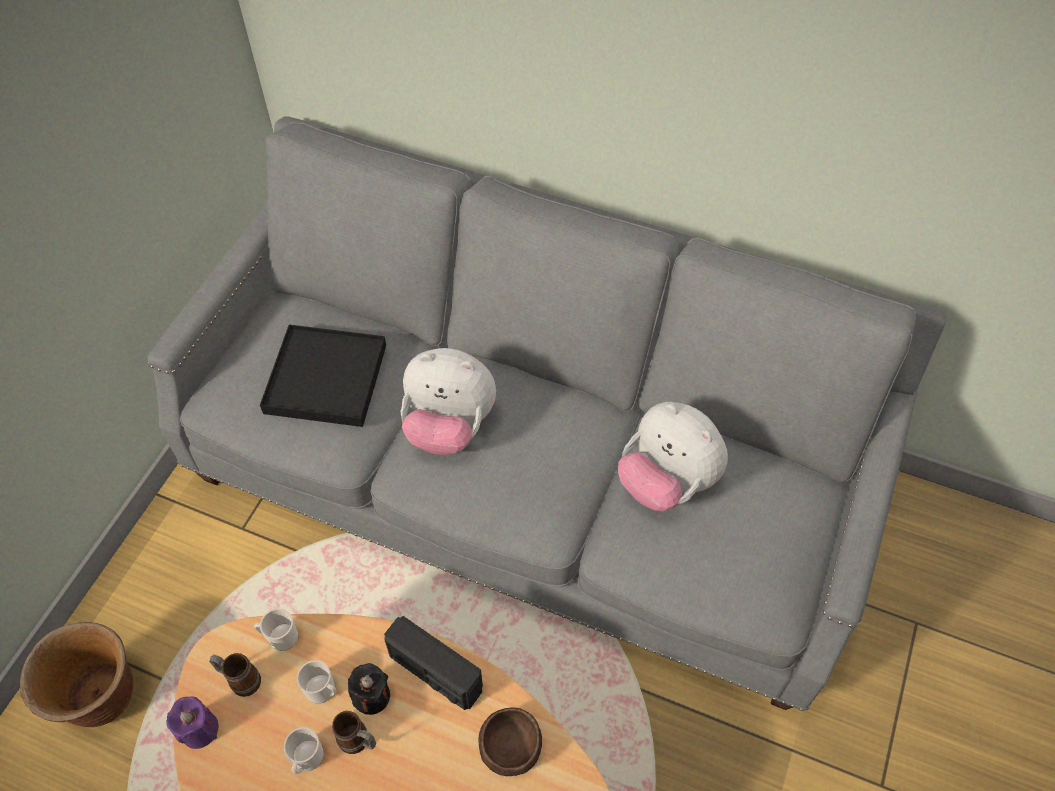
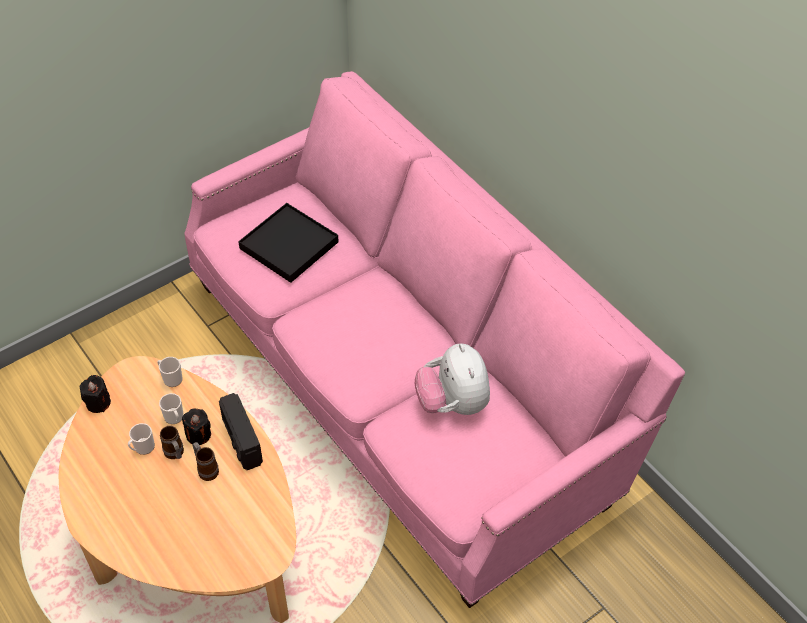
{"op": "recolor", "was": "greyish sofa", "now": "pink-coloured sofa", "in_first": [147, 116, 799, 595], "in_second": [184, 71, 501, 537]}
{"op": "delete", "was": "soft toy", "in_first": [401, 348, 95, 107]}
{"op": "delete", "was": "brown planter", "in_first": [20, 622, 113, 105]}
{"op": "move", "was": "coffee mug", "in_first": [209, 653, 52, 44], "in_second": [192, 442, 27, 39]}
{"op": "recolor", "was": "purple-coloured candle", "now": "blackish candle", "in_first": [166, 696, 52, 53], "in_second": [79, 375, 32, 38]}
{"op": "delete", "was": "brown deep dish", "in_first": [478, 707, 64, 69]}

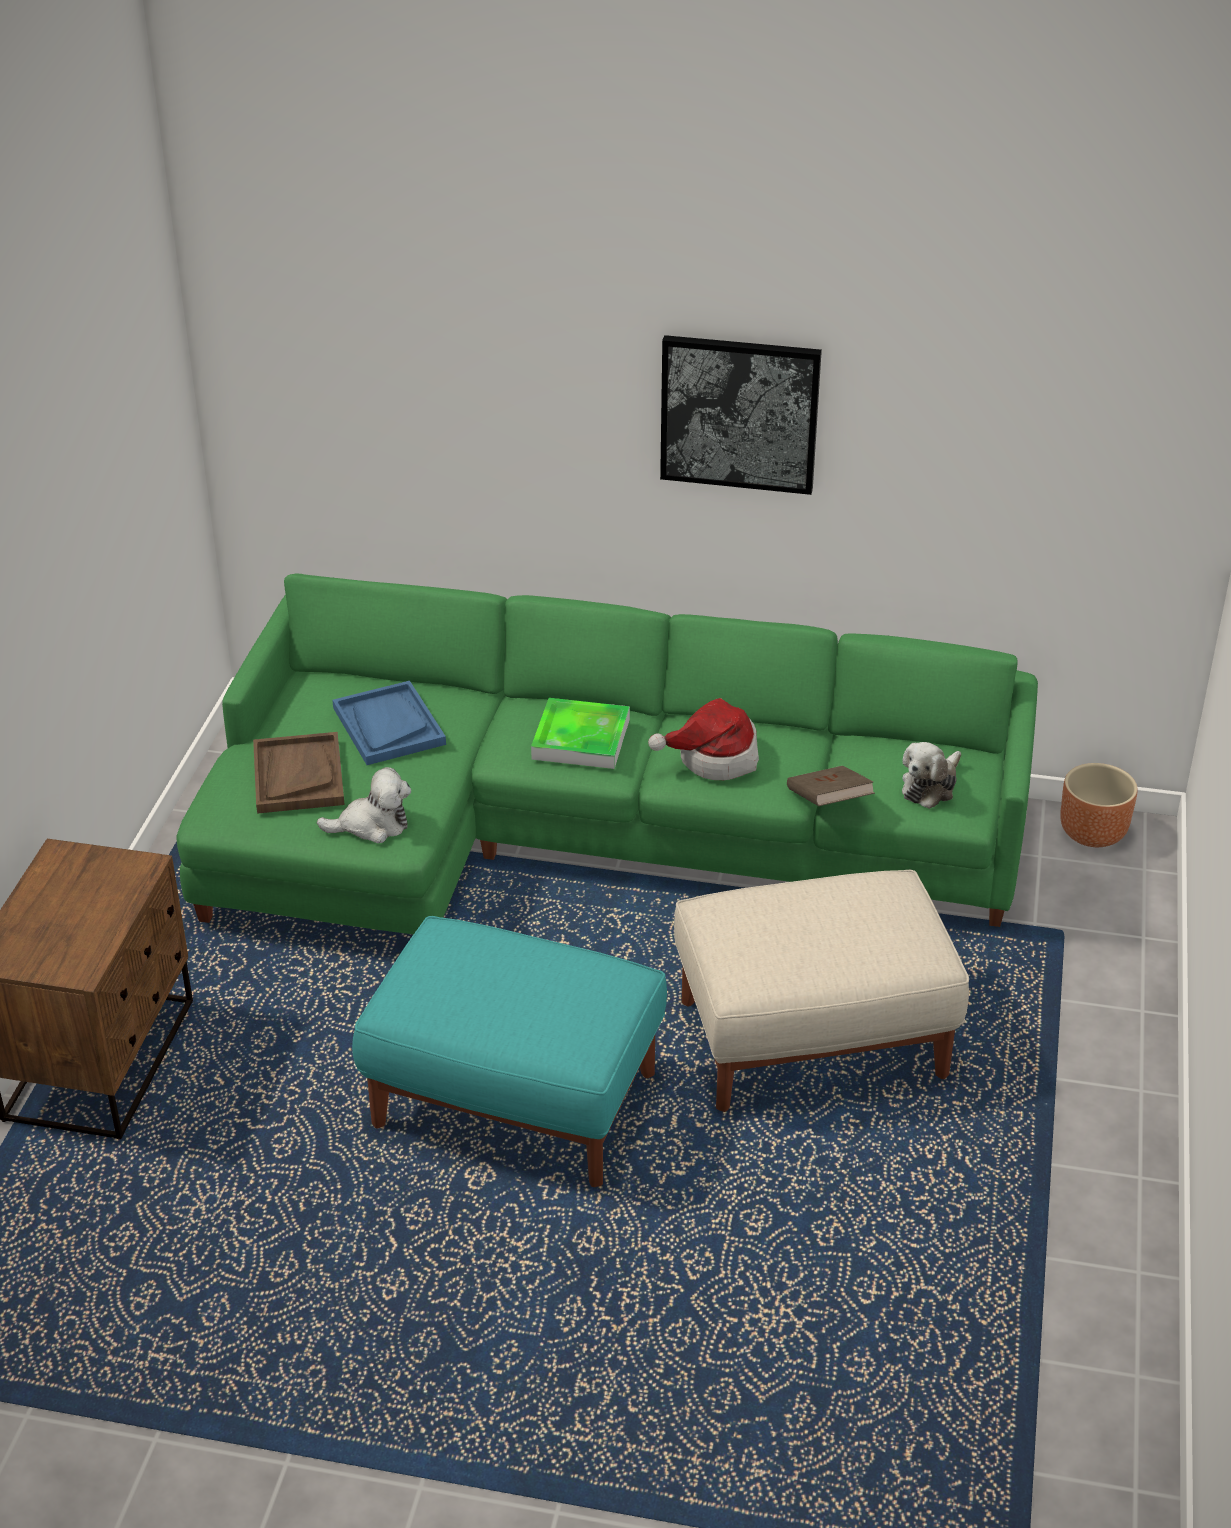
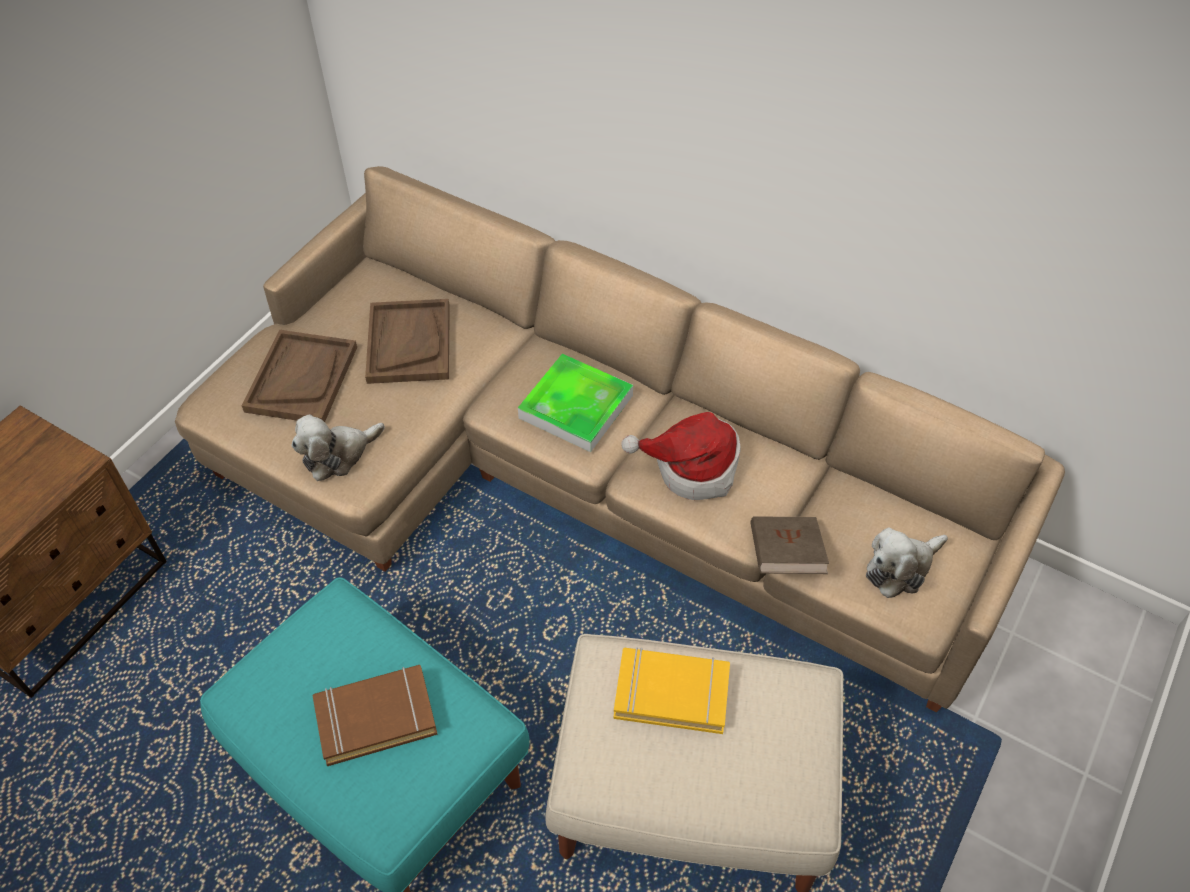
{"op": "delete", "was": "picture", "in_first": [660, 335, 162, 160]}
{"op": "recolor", "was": "greenish sofa", "now": "beige sofa", "in_first": [177, 573, 861, 362], "in_second": [175, 166, 890, 546]}
{"op": "recolor", "was": "blue serving tray", "now": "brown serving tray", "in_first": [332, 681, 114, 84], "in_second": [365, 299, 85, 85]}
{"op": "delete", "was": "brown planter", "in_first": [1060, 763, 77, 84]}
{"op": "rotate", "was": "soft toy", "in_first": [317, 767, 94, 76], "in_second": [292, 414, 93, 67], "clockwise": 135}
{"op": "insert", "now": "yellowish book", "in_second": [613, 647, 117, 87]}
{"op": "insert", "now": "brown book", "in_second": [313, 665, 125, 101]}

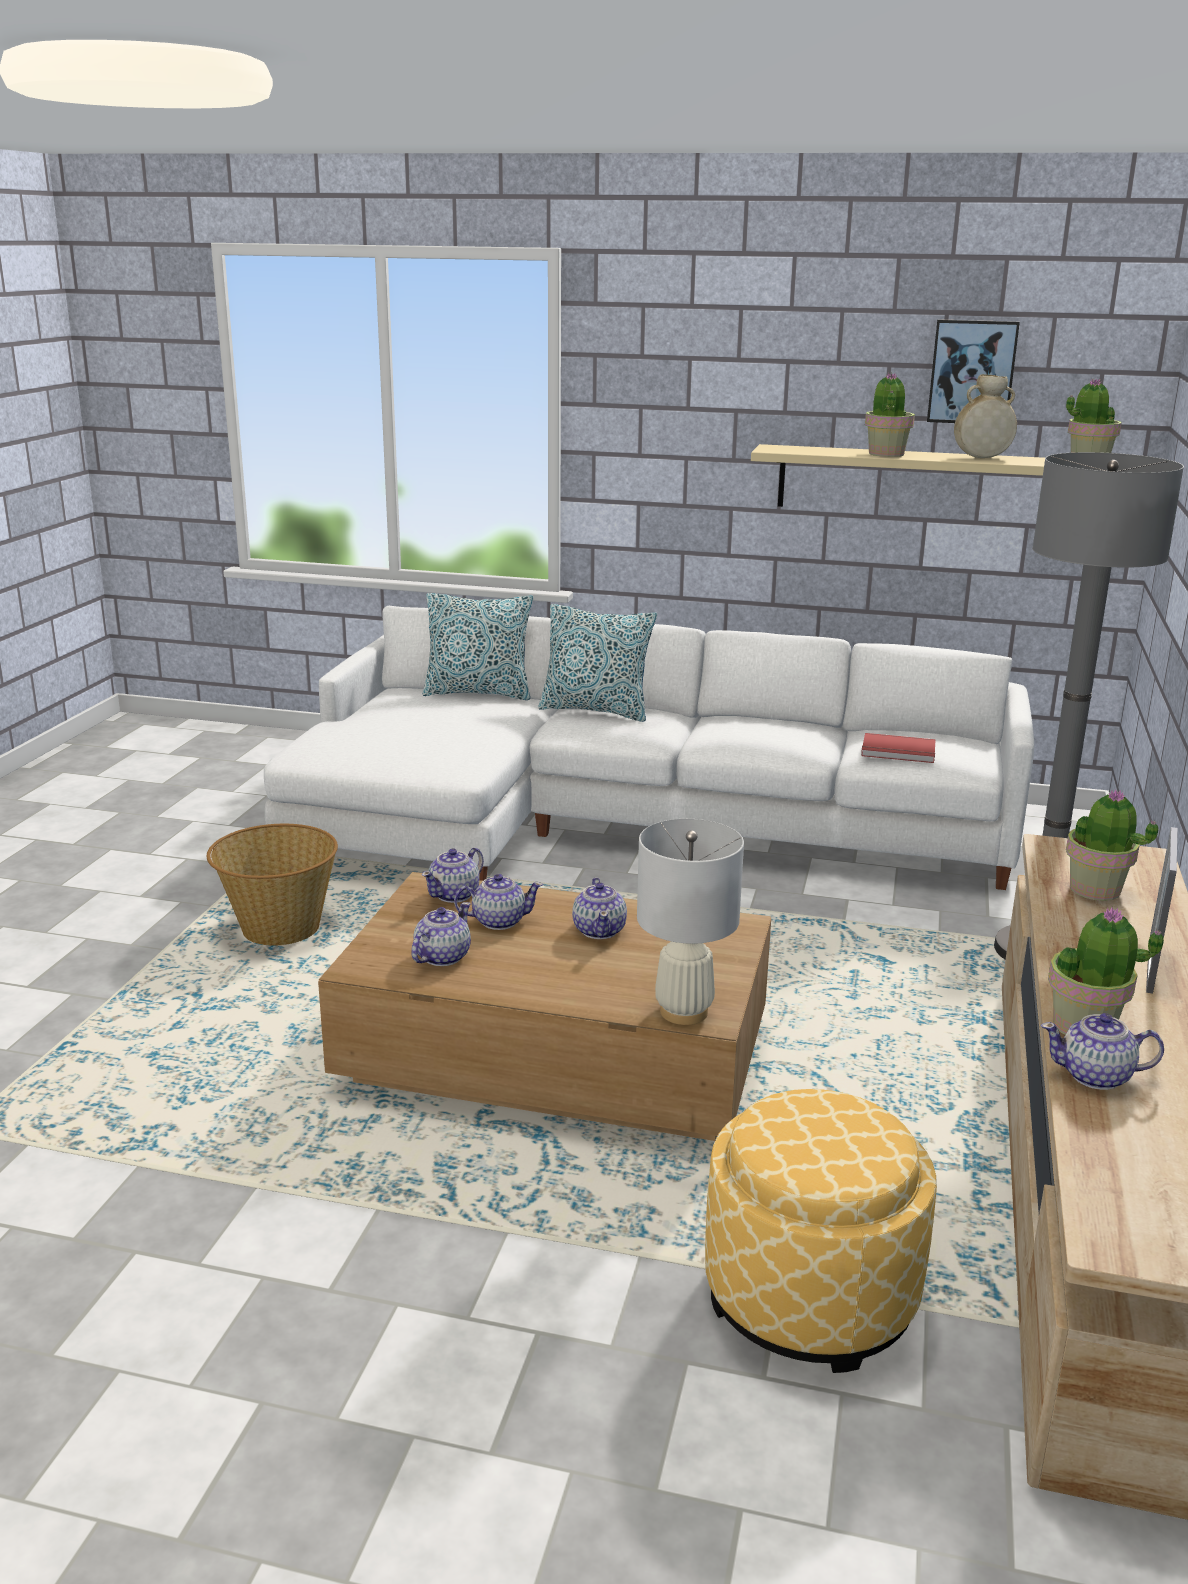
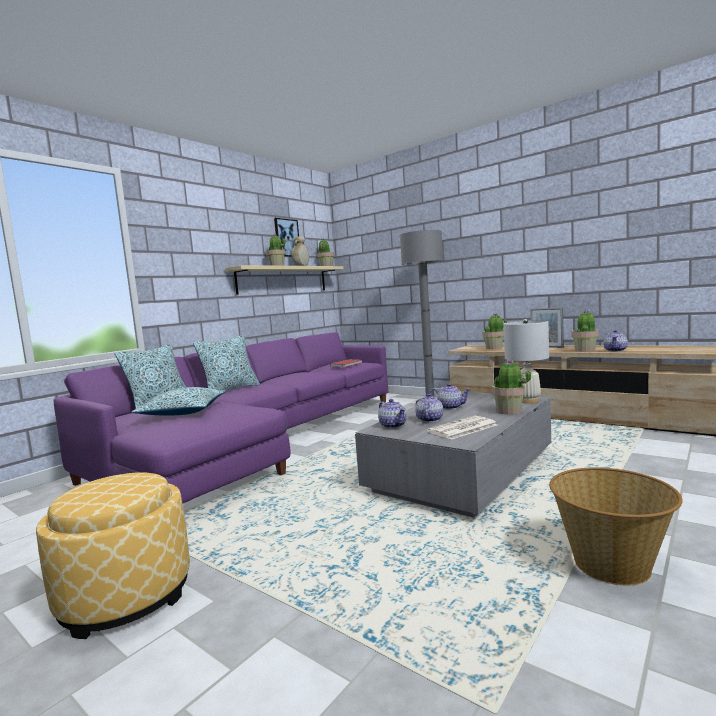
{"op": "recolor", "was": "white sofa", "now": "purple-coloured sofa", "in_first": [264, 606, 770, 284], "in_second": [53, 332, 335, 171]}
{"op": "move", "was": "household basket", "in_first": [207, 824, 131, 122], "in_second": [549, 467, 134, 118]}
{"op": "recolor", "was": "brown coffee table", "now": "greyish coffee table", "in_first": [318, 872, 453, 269], "in_second": [355, 391, 196, 127]}
{"op": "replace", "was": "tea pot", "now": "daily paper", "in_first": [411, 902, 60, 64], "in_second": [427, 416, 70, 24]}
{"op": "move", "was": "footrest", "in_first": [705, 1089, 232, 284], "in_second": [36, 472, 154, 167]}
{"op": "insert", "now": "potted plant", "in_second": [492, 360, 39, 54]}
{"op": "insert", "now": "pillow", "in_second": [131, 387, 95, 29]}

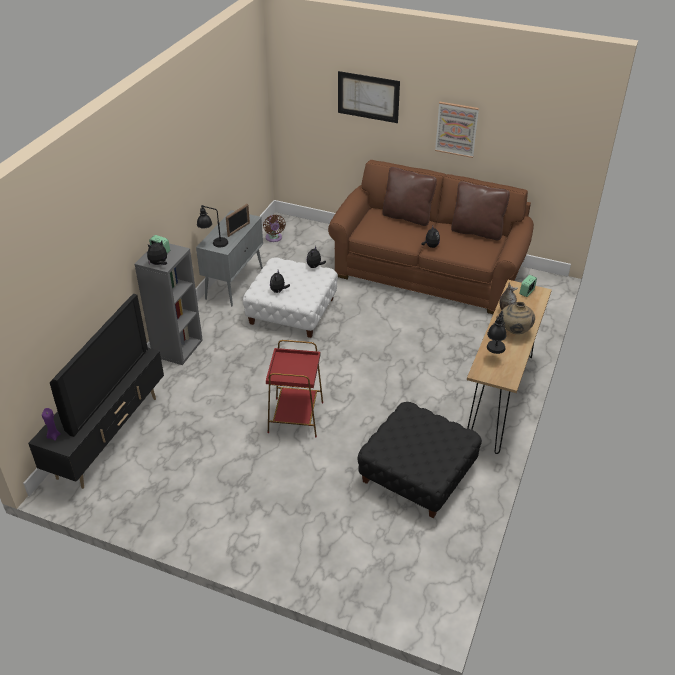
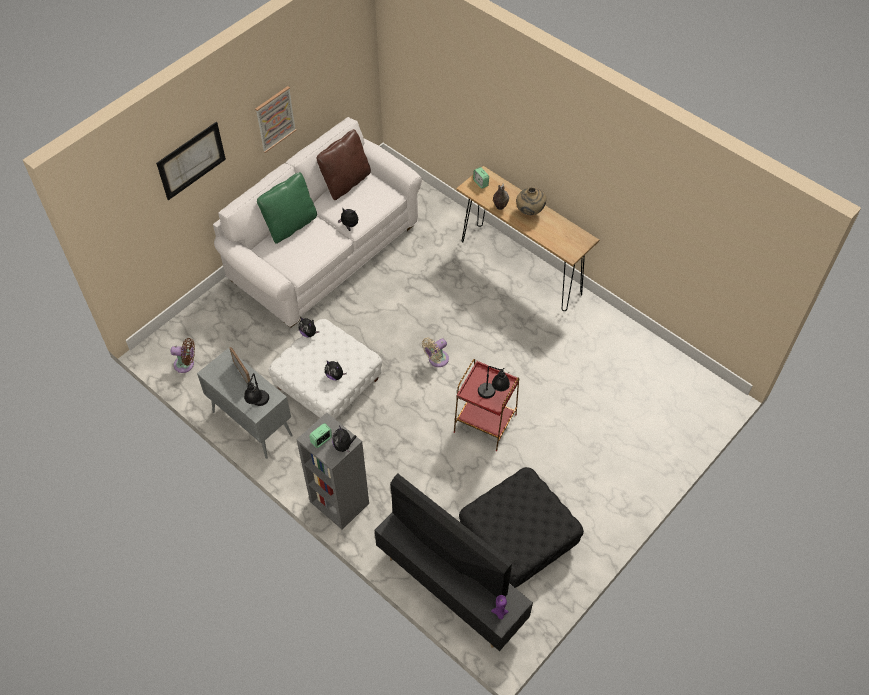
{"op": "recolor", "was": "brown sofa", "now": "white sofa", "in_first": [328, 160, 206, 154], "in_second": [213, 117, 209, 211]}
{"op": "recolor", "was": "brown pillow", "now": "greenish pillow", "in_first": [382, 167, 55, 59], "in_second": [257, 172, 60, 72]}
{"op": "move", "was": "blackish table lamp", "in_first": [487, 311, 19, 43], "in_second": [478, 366, 32, 33]}
{"op": "move", "was": "blackish footrest", "in_first": [358, 402, 124, 116], "in_second": [459, 467, 125, 121]}
{"op": "insert", "now": "beige cooling fan", "in_second": [422, 337, 27, 30]}

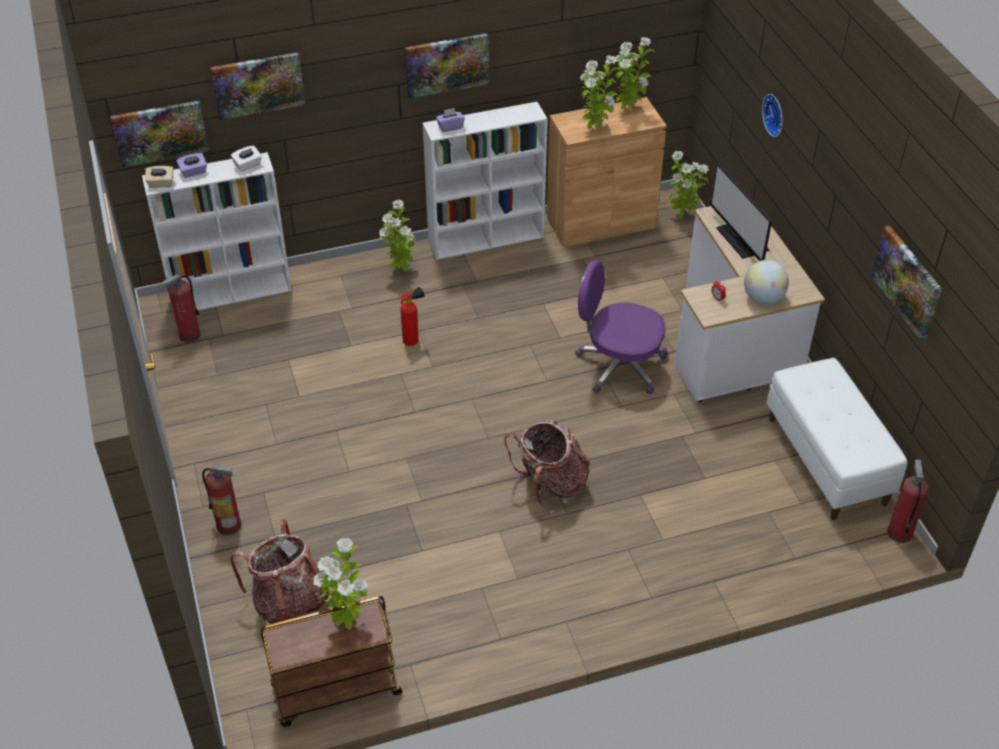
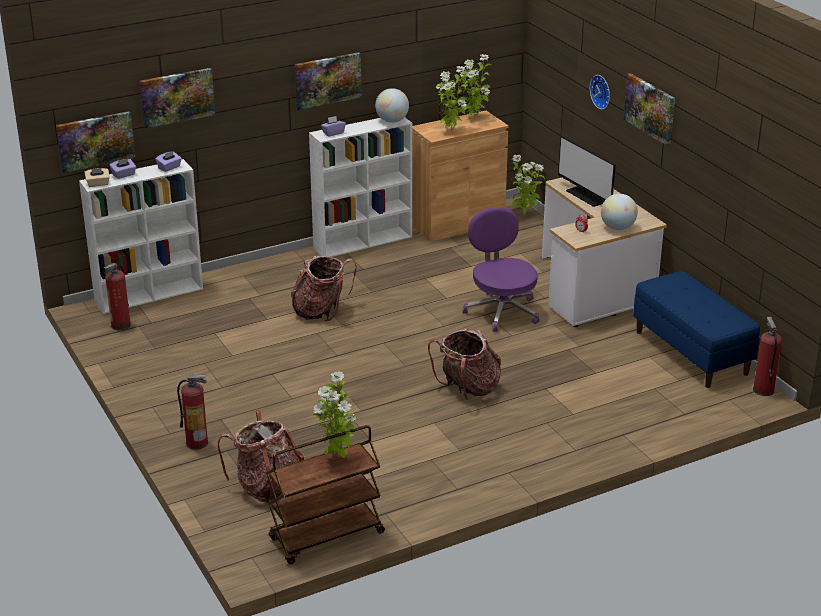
{"op": "recolor", "was": "white tissue box", "now": "purple-coloured tissue box", "in_first": [231, 146, 31, 26], "in_second": [155, 151, 27, 21]}
{"op": "delete", "was": "potted plant", "in_first": [379, 200, 36, 72]}
{"op": "move", "was": "picture", "in_first": [871, 225, 71, 115], "in_second": [624, 73, 51, 73]}
{"op": "rotate", "was": "purple-coloured desk chair", "in_first": [575, 260, 92, 134], "in_second": [463, 207, 77, 125], "clockwise": 60}
{"op": "replace", "was": "fire extinguisher", "now": "rucksack", "in_first": [401, 287, 24, 59], "in_second": [291, 256, 66, 66]}
{"op": "recolor", "was": "white long seat", "now": "blue long seat", "in_first": [766, 358, 141, 162], "in_second": [633, 271, 127, 117]}
{"op": "insert", "now": "desk globe", "in_second": [375, 88, 34, 35]}

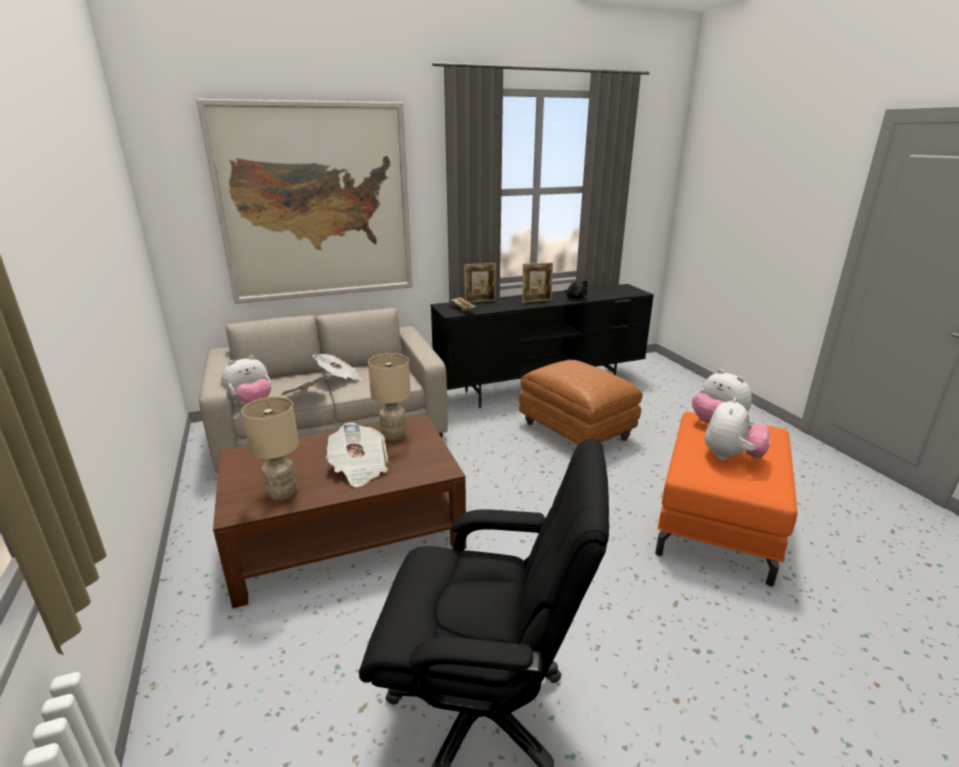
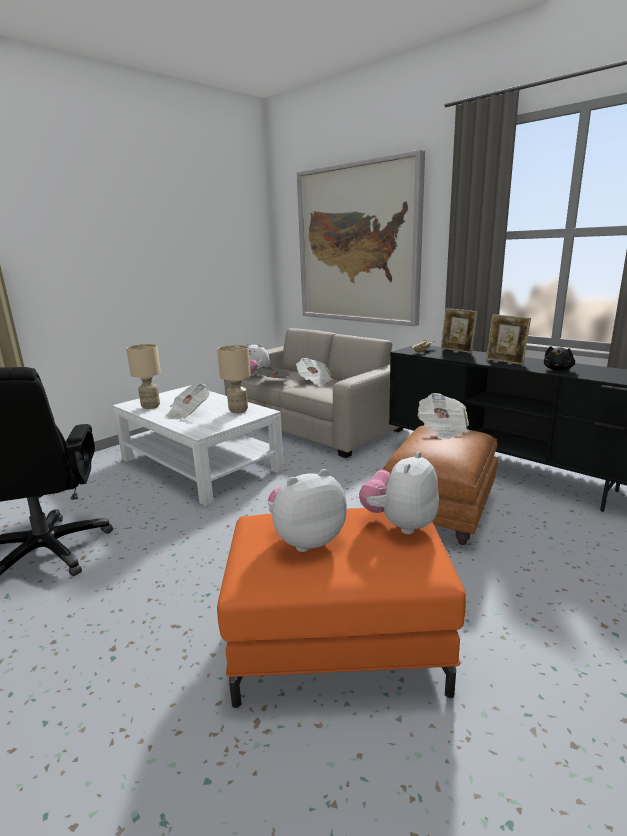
{"op": "rotate", "was": "soft toy", "in_first": [705, 397, 65, 63], "in_second": [268, 469, 79, 83], "clockwise": 150}
{"op": "recolor", "was": "brown coffee table", "now": "white coffee table", "in_first": [213, 415, 253, 193], "in_second": [112, 386, 172, 120]}
{"op": "insert", "now": "daily paper", "in_second": [418, 393, 51, 47]}

